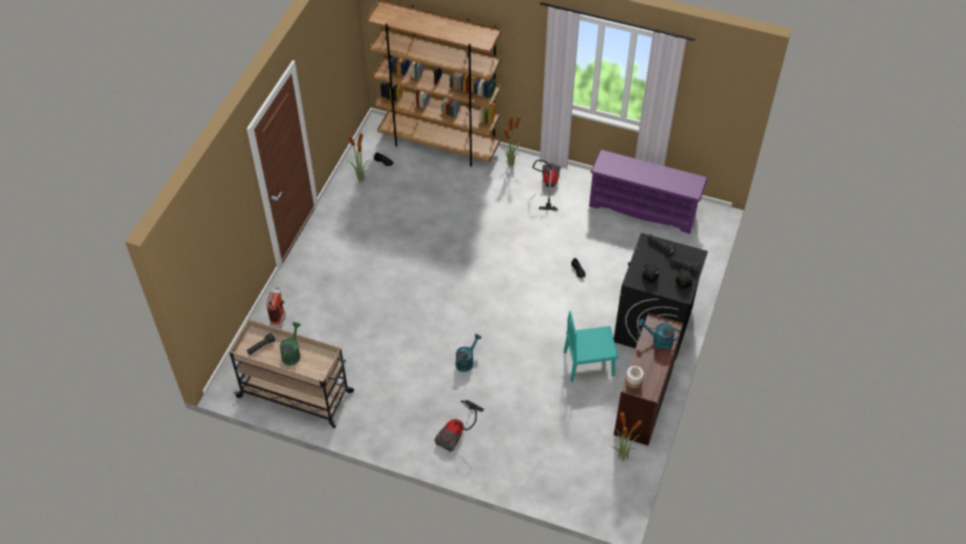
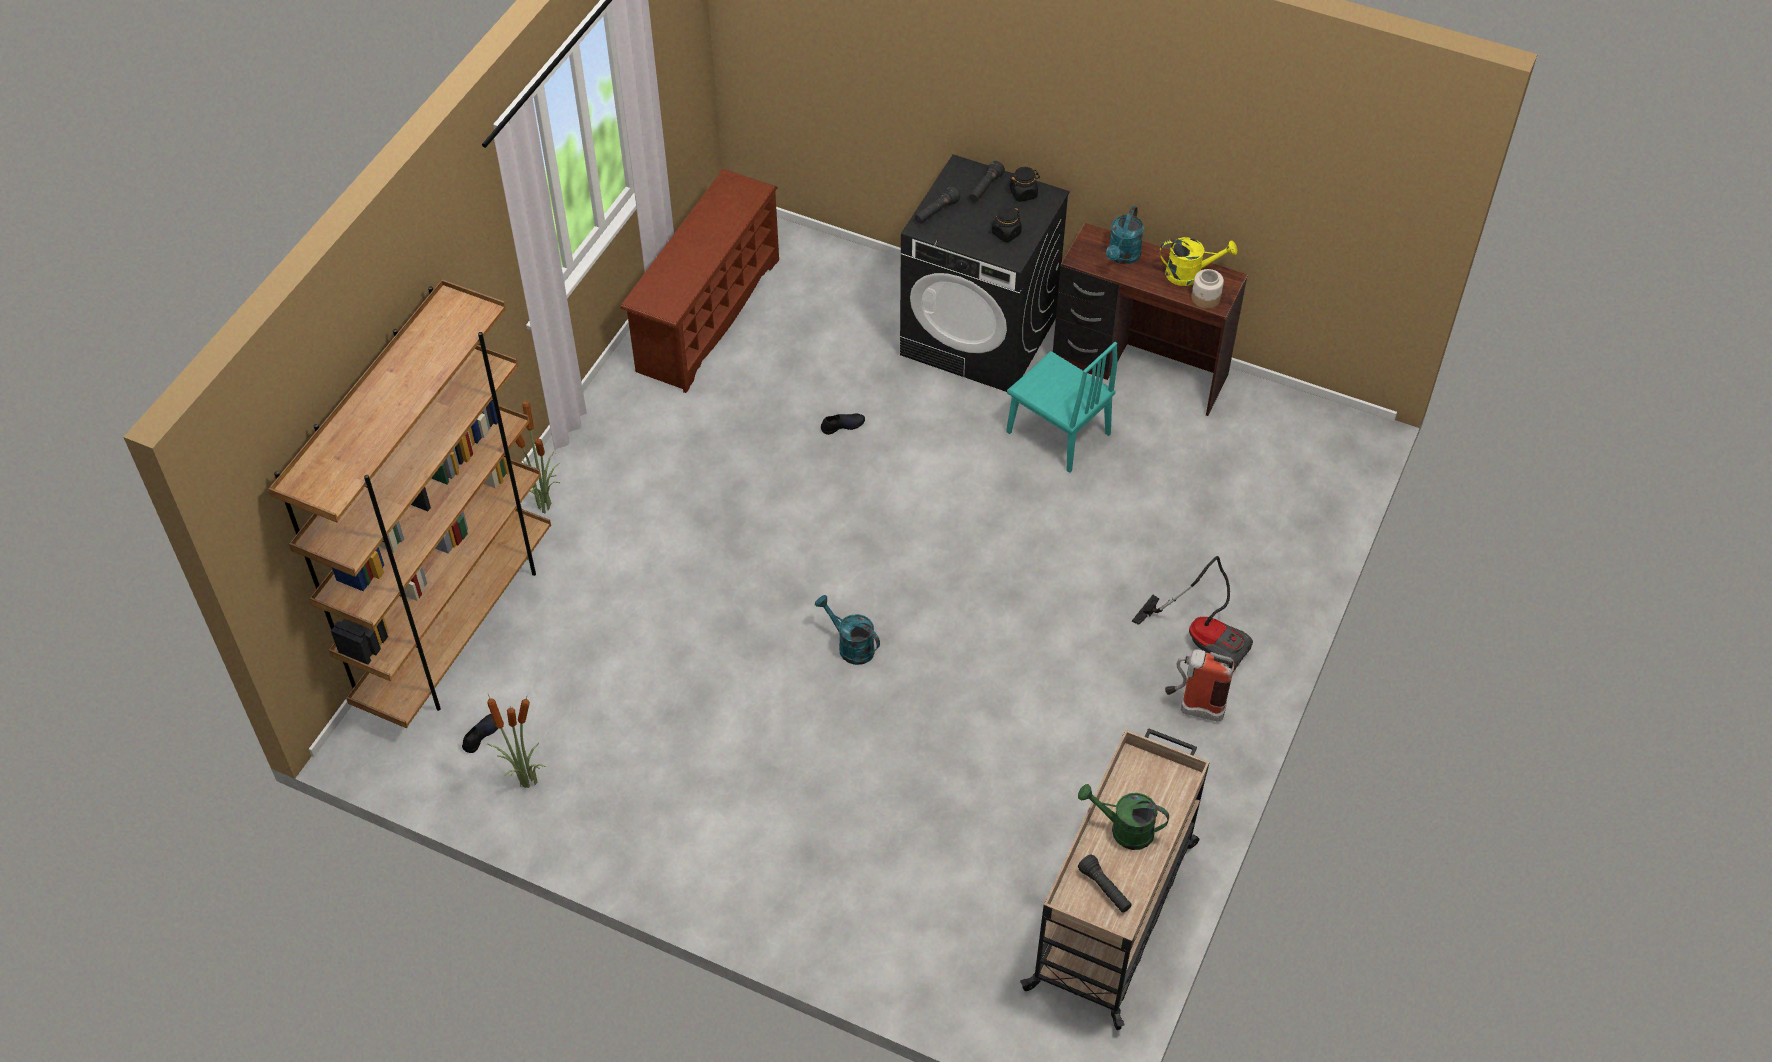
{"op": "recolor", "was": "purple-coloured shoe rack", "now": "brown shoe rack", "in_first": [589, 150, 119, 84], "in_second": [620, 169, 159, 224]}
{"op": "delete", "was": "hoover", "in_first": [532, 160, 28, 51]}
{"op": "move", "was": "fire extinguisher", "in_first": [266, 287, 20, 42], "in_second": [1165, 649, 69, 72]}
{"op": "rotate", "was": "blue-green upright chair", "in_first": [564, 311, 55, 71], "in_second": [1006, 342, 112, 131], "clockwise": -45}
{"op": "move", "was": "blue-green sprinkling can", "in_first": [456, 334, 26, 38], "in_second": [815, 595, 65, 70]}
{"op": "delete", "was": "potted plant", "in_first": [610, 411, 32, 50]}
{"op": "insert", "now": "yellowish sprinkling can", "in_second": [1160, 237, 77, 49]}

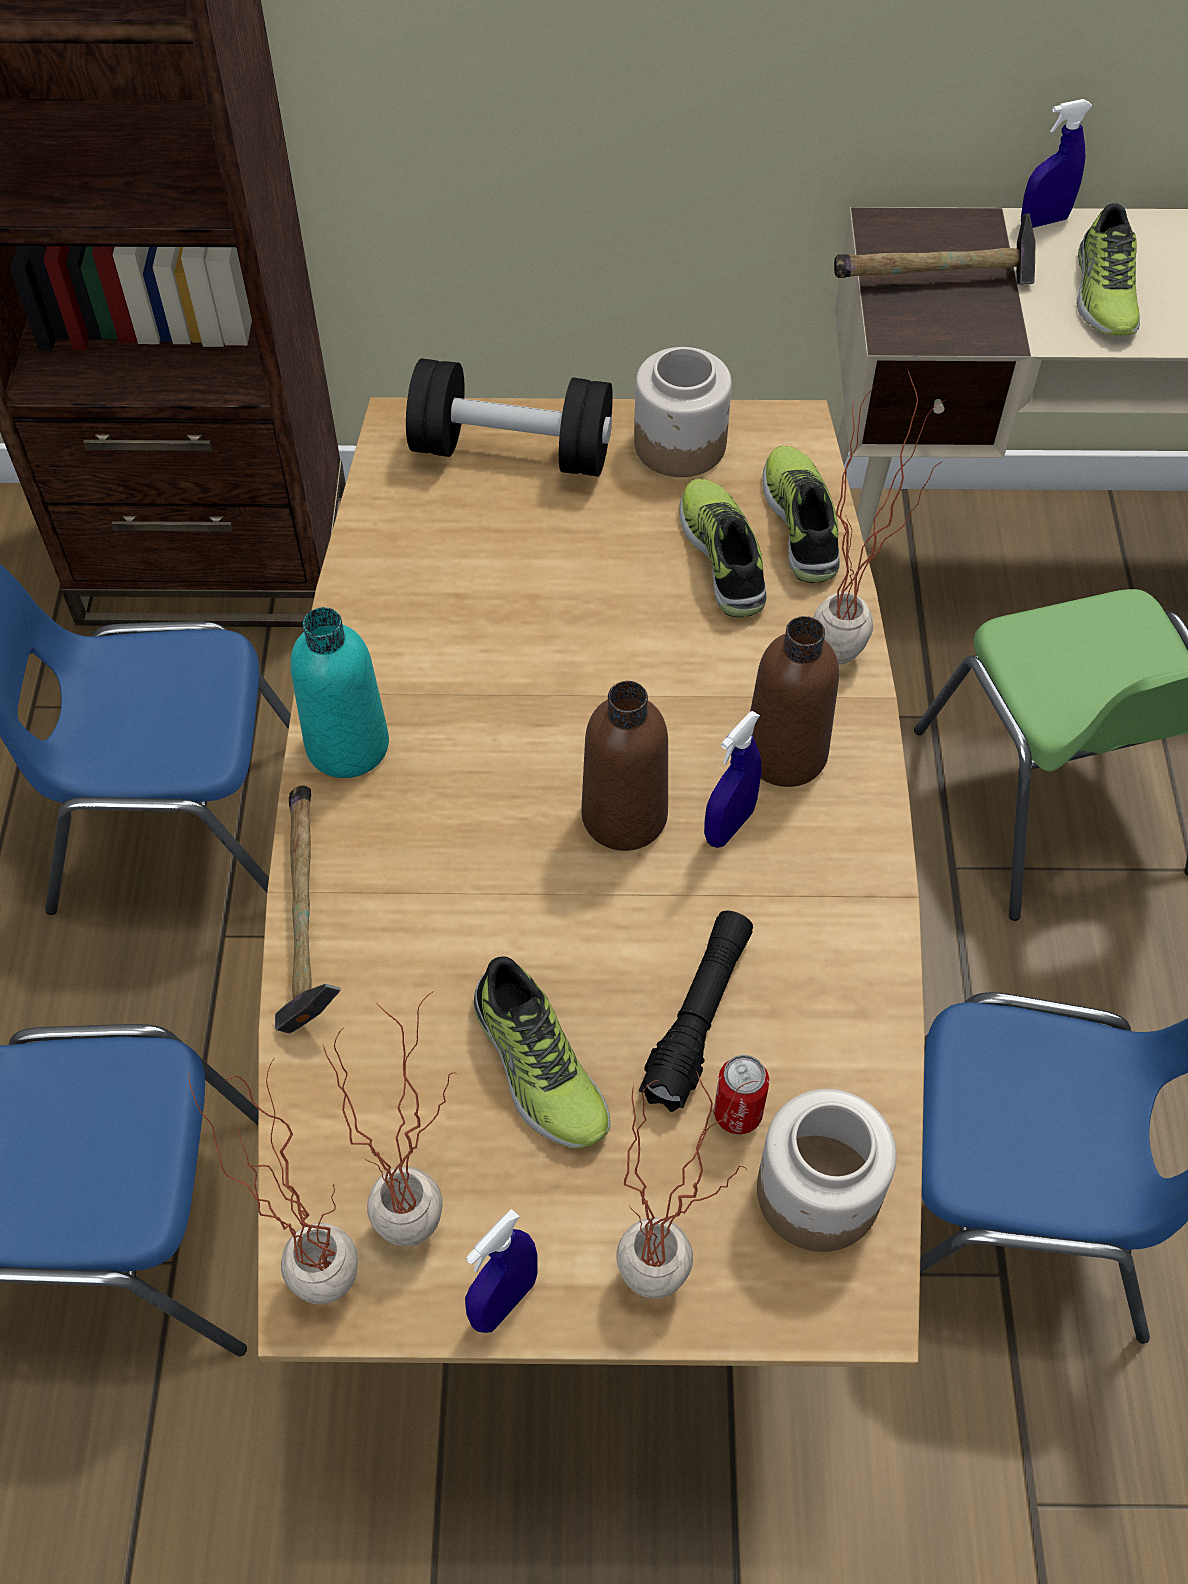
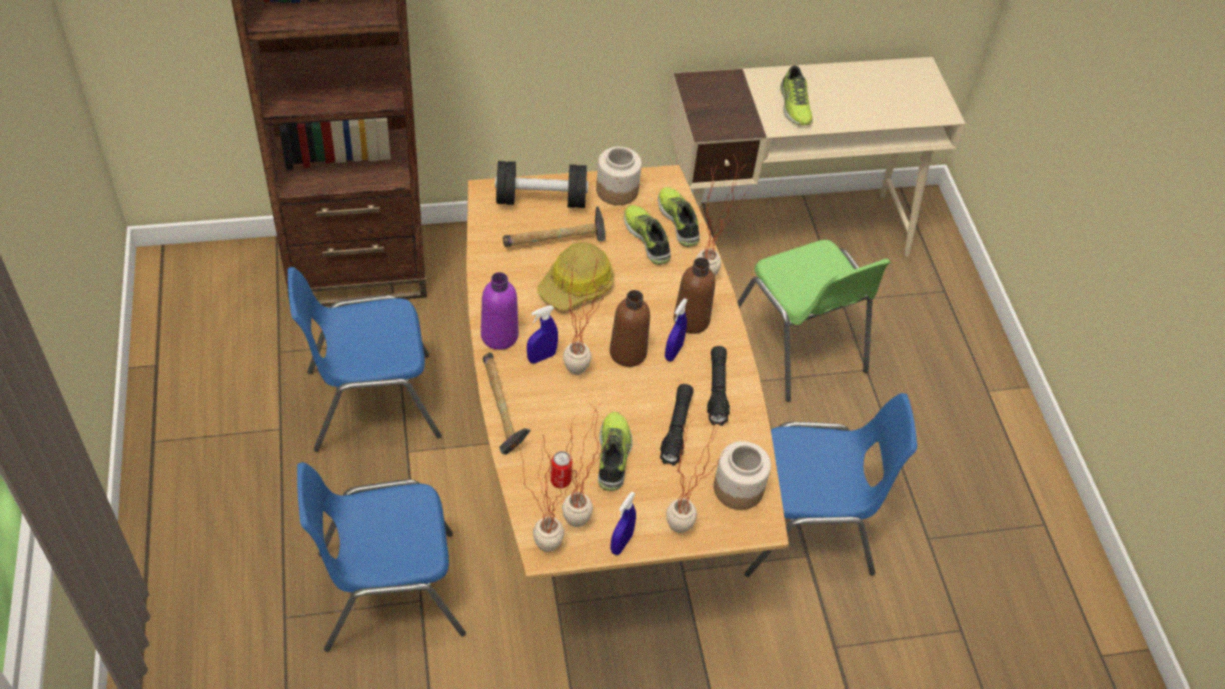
{"op": "move", "was": "blue spray bottle", "in_first": [1021, 99, 71, 129], "in_second": [527, 305, 31, 58]}
{"op": "move", "was": "hammer", "in_first": [834, 214, 202, 71], "in_second": [503, 206, 103, 41]}
{"op": "recolor", "was": "blue-green beverage bottle", "now": "purple-coloured beverage bottle", "in_first": [290, 607, 99, 171], "in_second": [481, 272, 38, 78]}
{"op": "rotate", "was": "item of footwear", "in_first": [474, 956, 137, 192], "in_second": [598, 412, 35, 79], "clockwise": -135}
{"op": "move", "was": "sealed can", "in_first": [714, 1055, 56, 80], "in_second": [550, 451, 22, 37]}
{"op": "insert", "now": "safety helmet", "in_second": [537, 242, 77, 68]}
{"op": "insert", "now": "potted plant", "in_second": [563, 249, 48, 126]}
{"op": "insert", "now": "blackish flashlight", "in_second": [707, 346, 23, 80]}

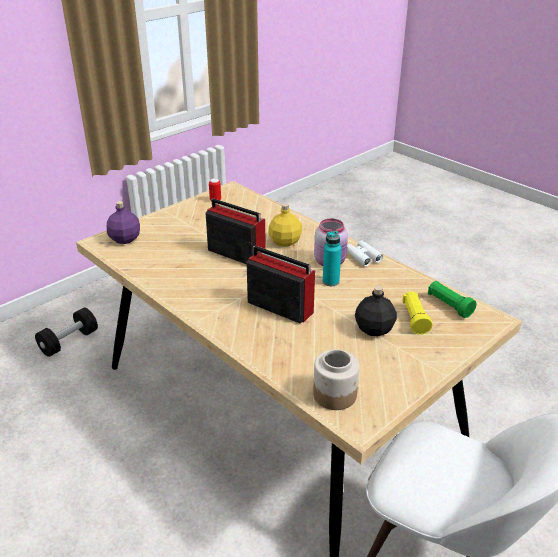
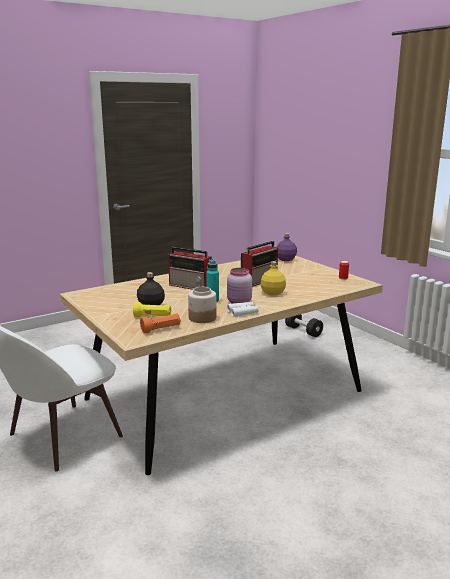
{"op": "rotate", "was": "radio set", "in_first": [246, 246, 69, 77], "in_second": [168, 247, 44, 43], "clockwise": 75}
{"op": "recolor", "was": "greenish flashlight", "now": "orange-coloured flashlight", "in_first": [428, 281, 48, 37], "in_second": [140, 314, 41, 20]}
{"op": "move", "was": "jar", "in_first": [313, 349, 47, 61], "in_second": [188, 287, 28, 36]}

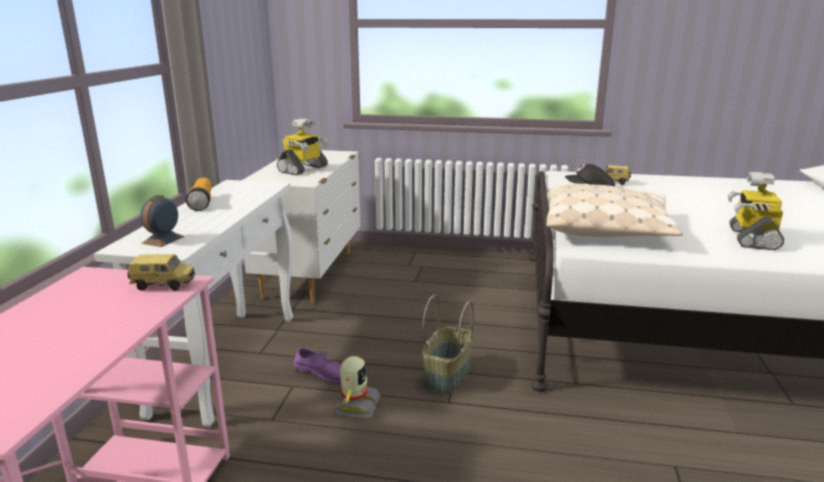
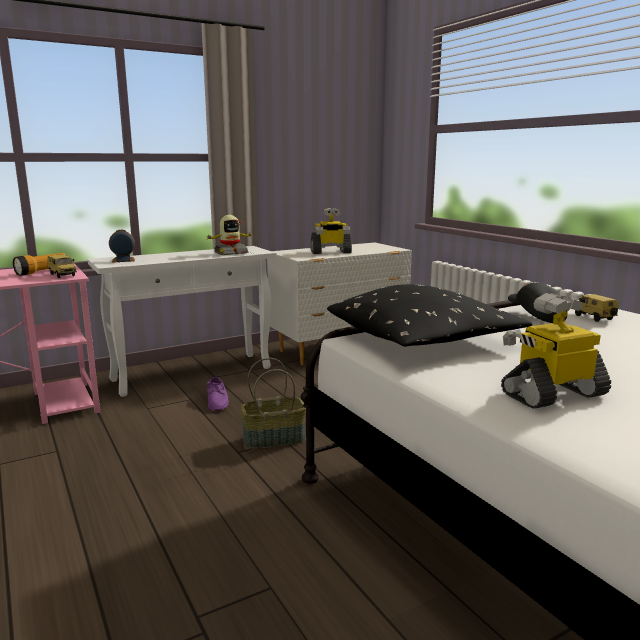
{"op": "move", "was": "flashlight", "in_first": [186, 178, 26, 33], "in_second": [13, 253, 54, 23]}
{"op": "recolor", "was": "beige pillow", "now": "blackish pillow", "in_first": [546, 184, 137, 53], "in_second": [327, 284, 205, 63]}
{"op": "move", "was": "robot figure", "in_first": [334, 356, 46, 62], "in_second": [205, 215, 48, 40]}

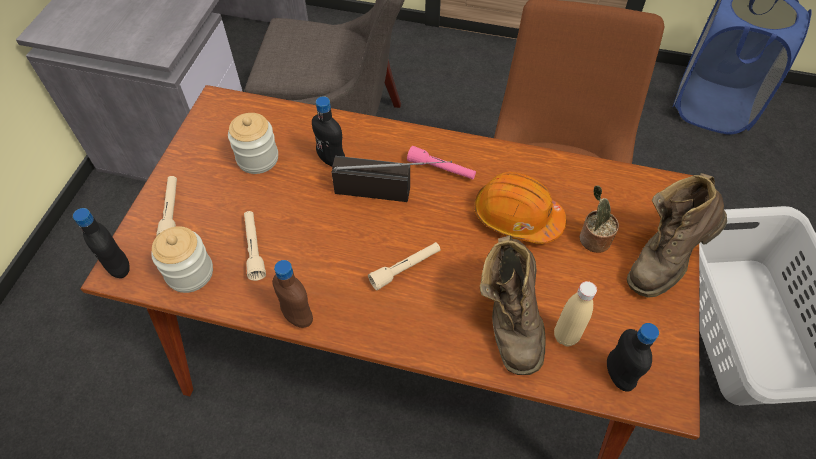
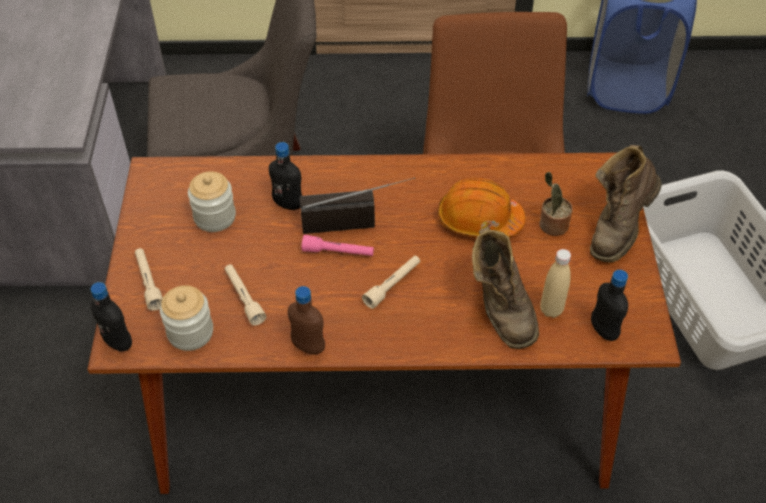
{"op": "move", "was": "pink-coloured flashlight", "in_first": [407, 146, 69, 33], "in_second": [302, 235, 72, 21]}

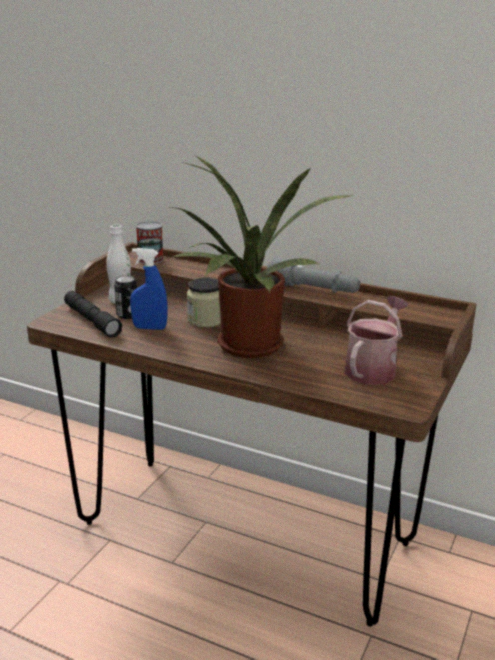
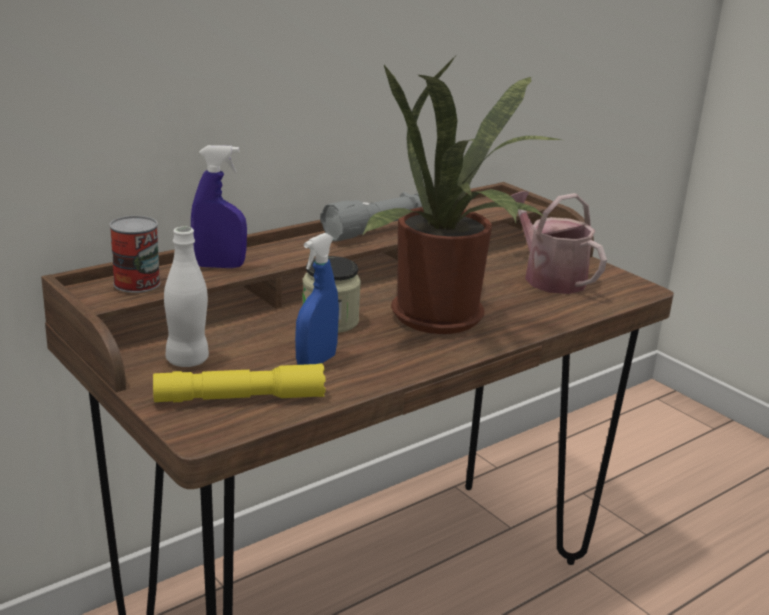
{"op": "delete", "was": "sealed can", "in_first": [114, 275, 23, 44]}
{"op": "recolor", "was": "blackish flashlight", "now": "yellowish flashlight", "in_first": [64, 291, 58, 47], "in_second": [153, 363, 173, 39]}
{"op": "insert", "now": "blue spray bottle", "in_second": [191, 145, 56, 123]}

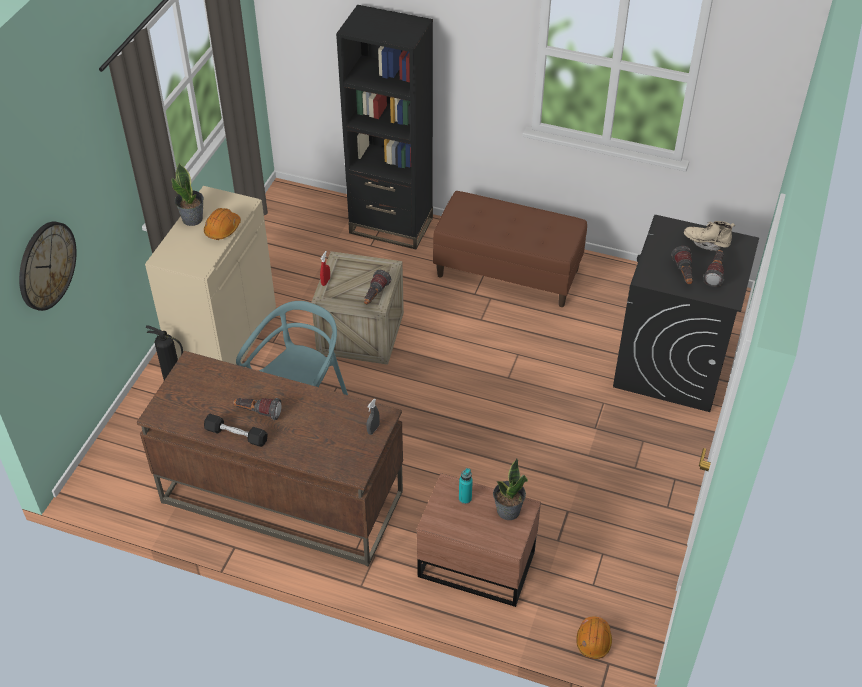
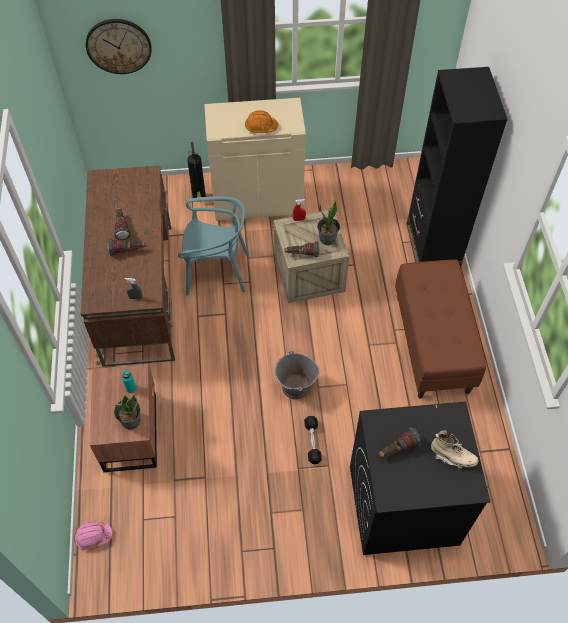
{"op": "move", "was": "potted plant", "in_first": [171, 163, 33, 63], "in_second": [317, 201, 23, 44]}
{"op": "rotate", "was": "beige high-top boot", "in_first": [684, 221, 51, 30], "in_second": [431, 431, 48, 38], "clockwise": 120}
{"op": "move", "was": "flashlight", "in_first": [703, 250, 21, 37], "in_second": [108, 239, 38, 17]}
{"op": "move", "was": "blackish dumbbell", "in_first": [204, 414, 64, 33], "in_second": [304, 416, 18, 48]}
{"op": "recolor", "was": "orange-coloured safety helmet", "now": "pink-coloured safety helmet", "in_first": [576, 616, 36, 43], "in_second": [74, 522, 38, 28]}
{"op": "insert", "now": "greyish bucket", "in_second": [274, 351, 46, 49]}

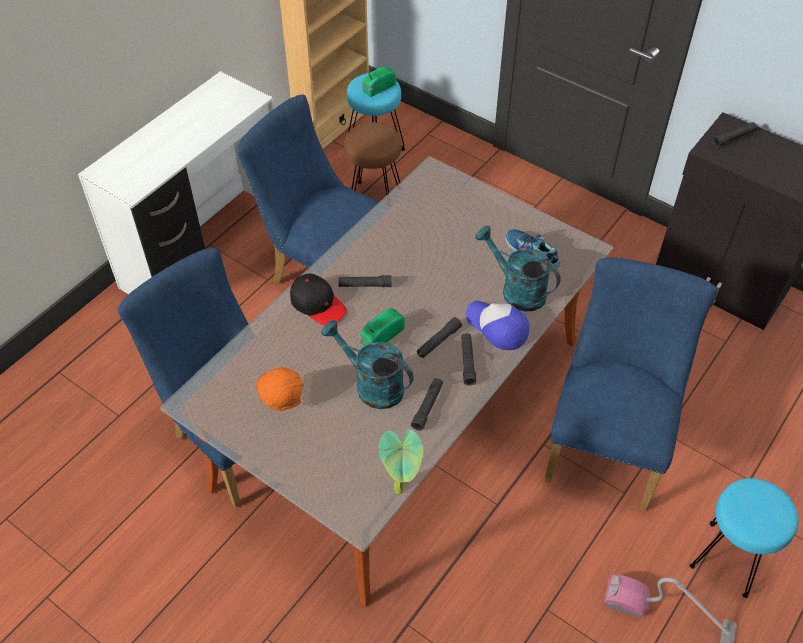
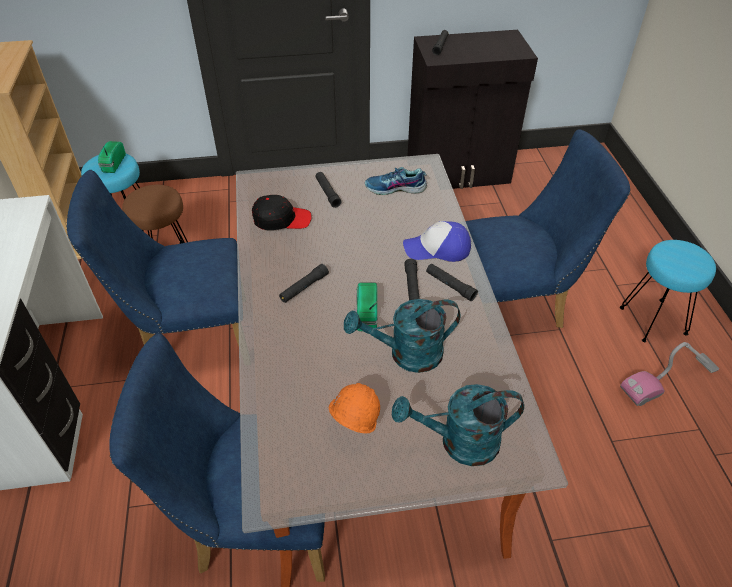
{"op": "move", "was": "blue-green sprinkling can", "in_first": [475, 226, 86, 85], "in_second": [392, 384, 132, 82]}
{"op": "rotate", "was": "blue upright chair", "in_first": [544, 258, 173, 253], "in_second": [466, 129, 165, 199], "clockwise": 105}
{"op": "move", "was": "blackish peaked cap", "in_first": [290, 274, 57, 52], "in_second": [252, 195, 60, 35]}
{"op": "move", "was": "blackish flashlight", "in_first": [411, 378, 32, 53], "in_second": [315, 172, 26, 36]}
{"op": "delete", "was": "potted plant", "in_first": [379, 429, 44, 65]}

